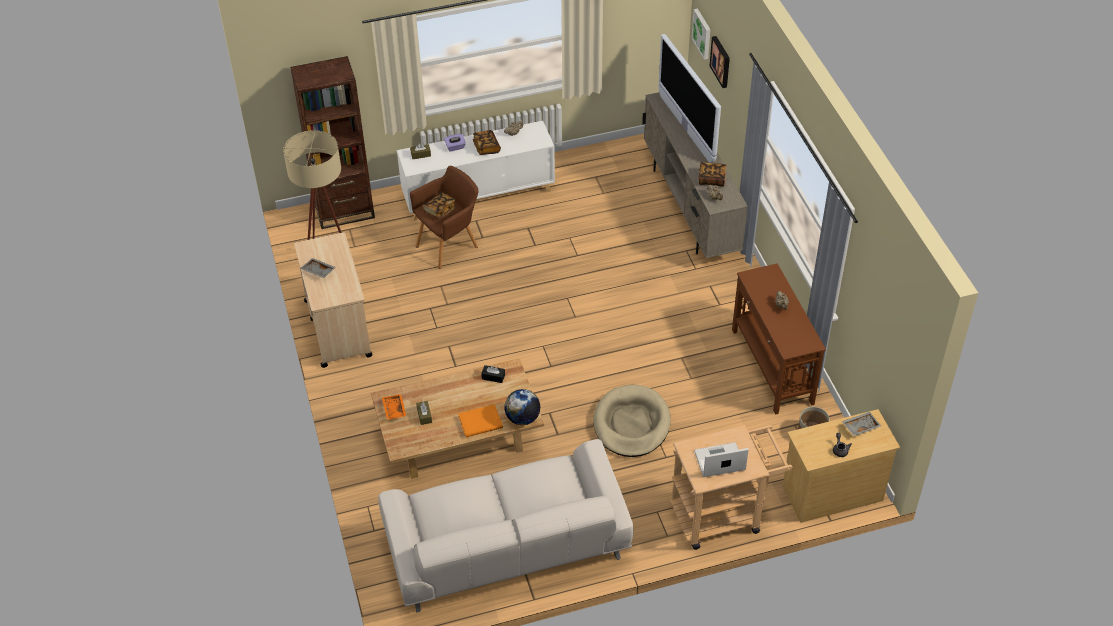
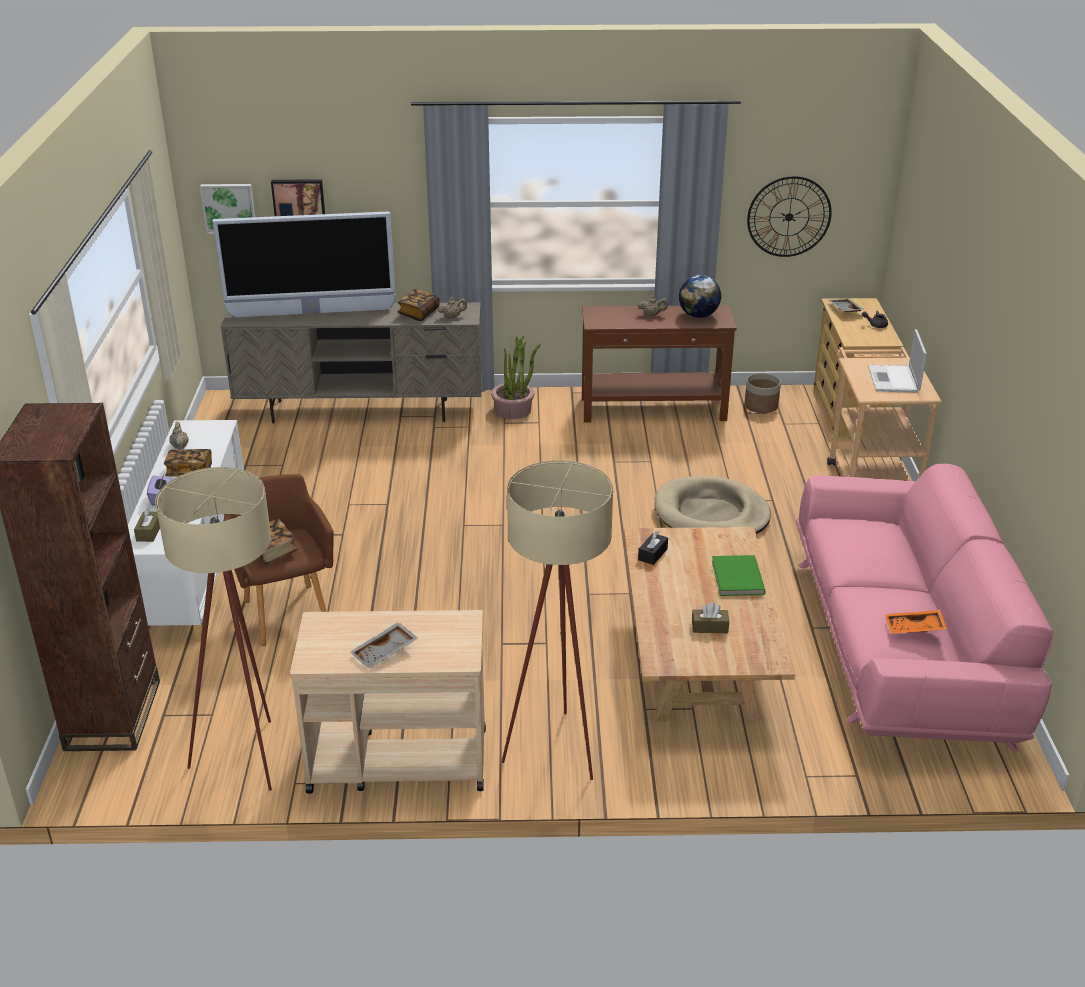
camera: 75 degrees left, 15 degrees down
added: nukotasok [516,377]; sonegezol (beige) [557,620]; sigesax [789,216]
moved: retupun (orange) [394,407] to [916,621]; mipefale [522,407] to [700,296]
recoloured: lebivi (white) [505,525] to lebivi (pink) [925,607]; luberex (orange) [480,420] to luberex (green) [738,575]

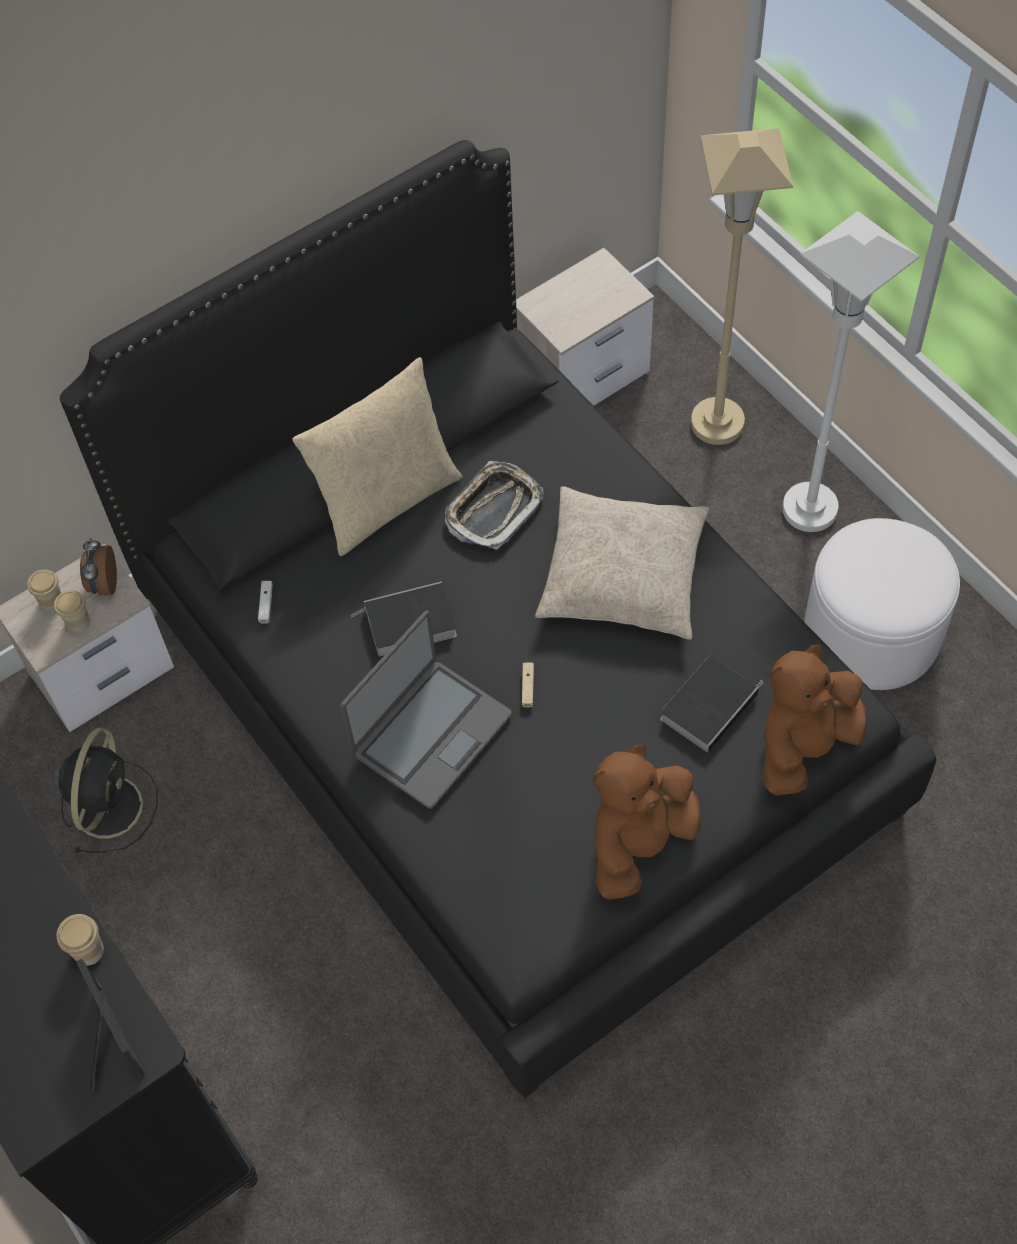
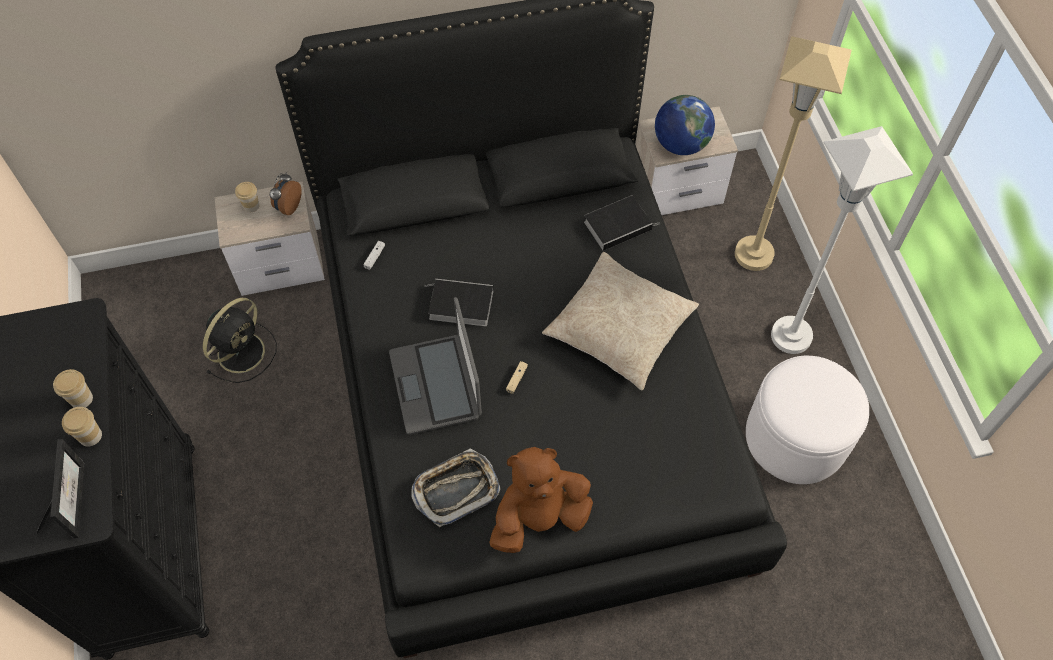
camera: 20 degrees right, 0 degrees up
removed: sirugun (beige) [377,456]; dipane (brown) [815,720]
added: mipefale [685,125]
moved: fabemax [72,611] to [73,388]; retupun [494,505] to [455,488]; luberex [712,704] to [621,223]
turned: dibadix [426,710] = [435,366] 105 degrees clockwise

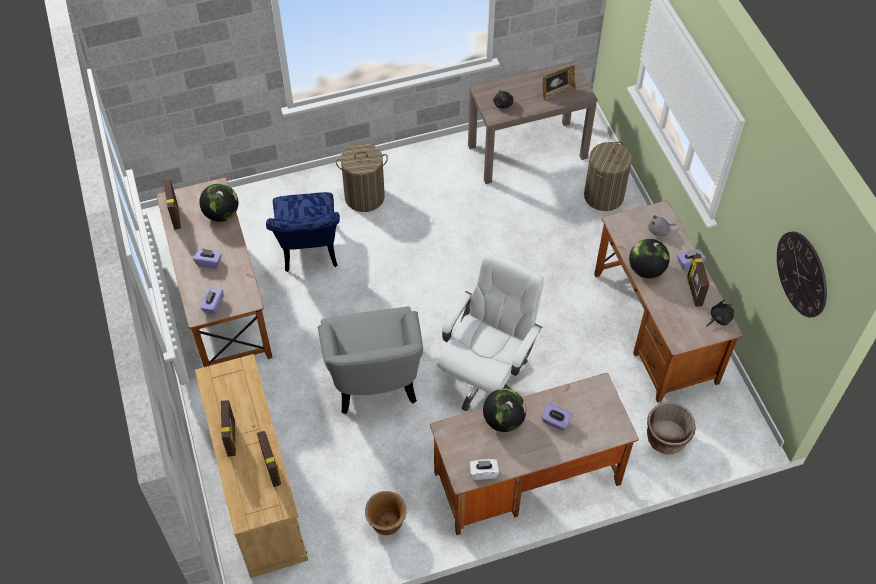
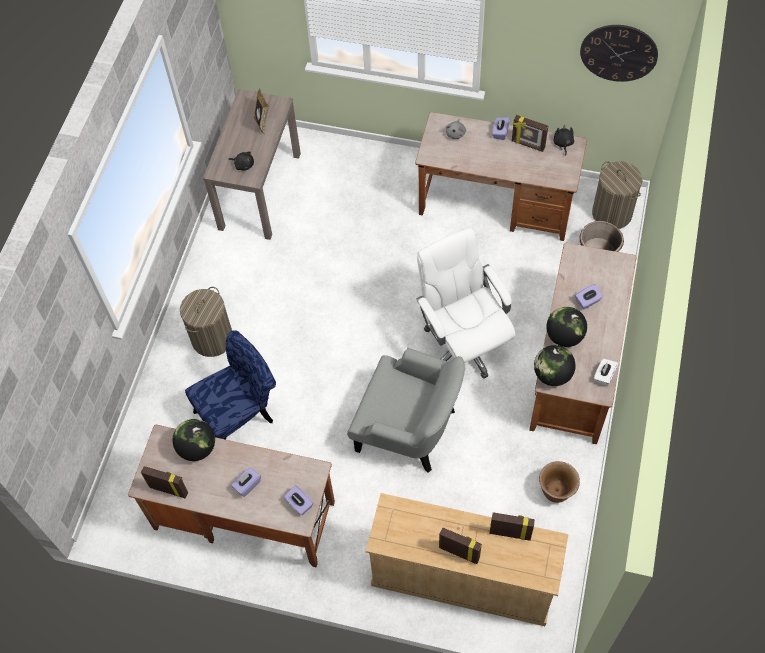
camera: 55 degrees left, 5 degrees up
moved: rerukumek [608,176] to [617,195]; mipefale [649,258] to [555,365]
turned: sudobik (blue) [303,232] = [230,385] 60 degrees counterclockwise

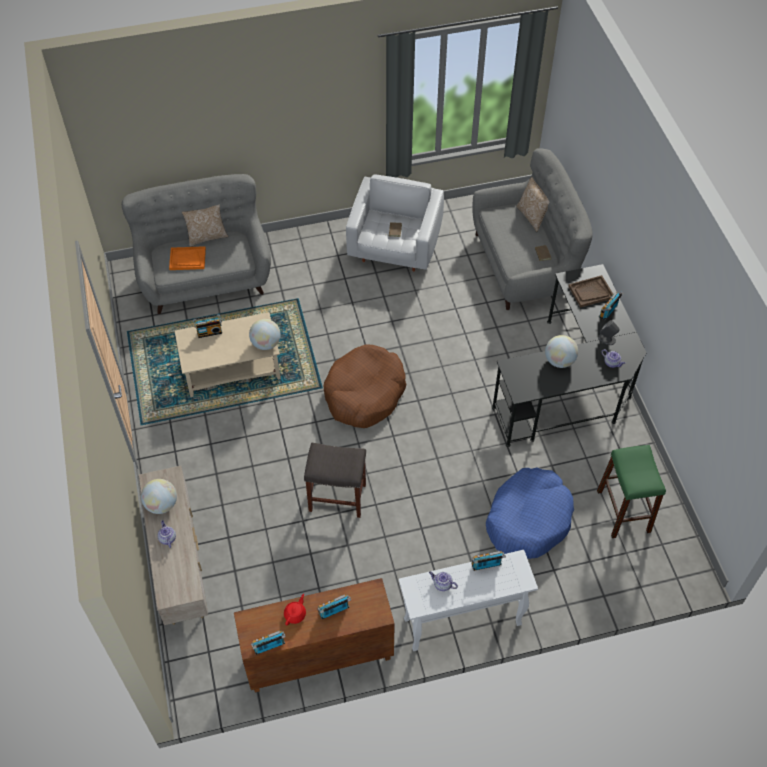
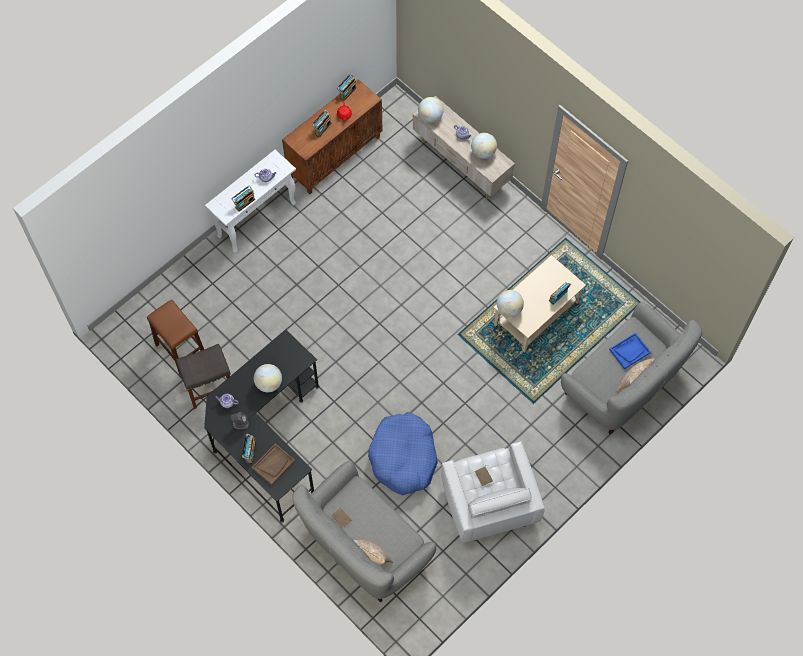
camera: 150 degrees right, 10 degrees up
removed: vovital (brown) [364,386]
added: mipefale [431,110]
moved: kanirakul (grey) [335,480] to [203,376]; vovital (blue) [530,513] to [403,453]
recoloured: retupun (orange) [187,258] to retupun (blue) [630,351]; kanirakul (green) [631,491] to kanirakul (brown) [175,337]

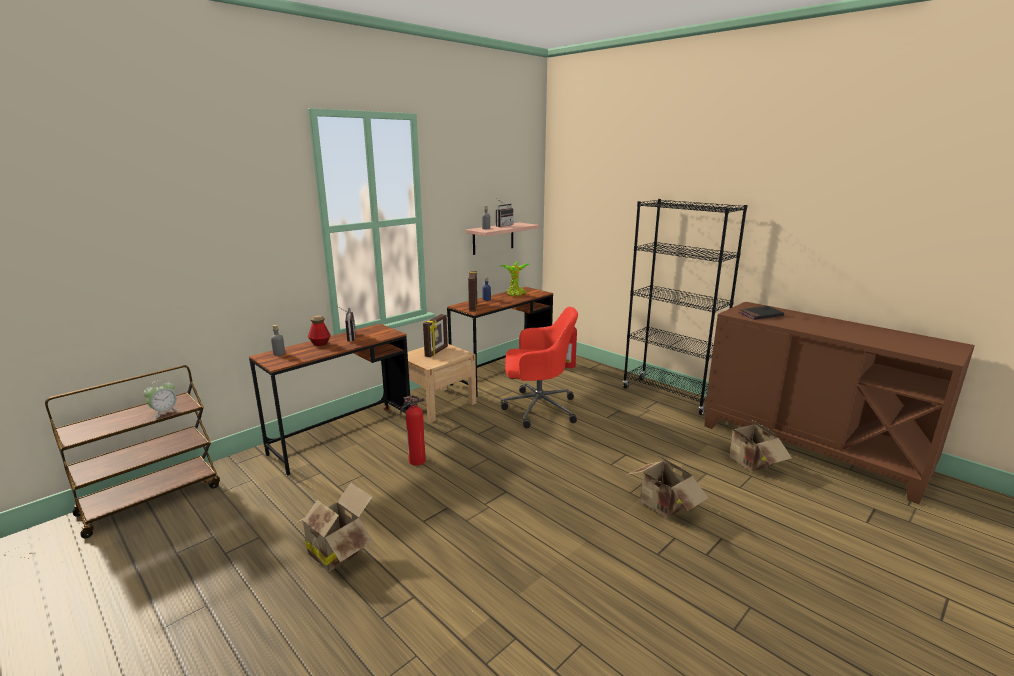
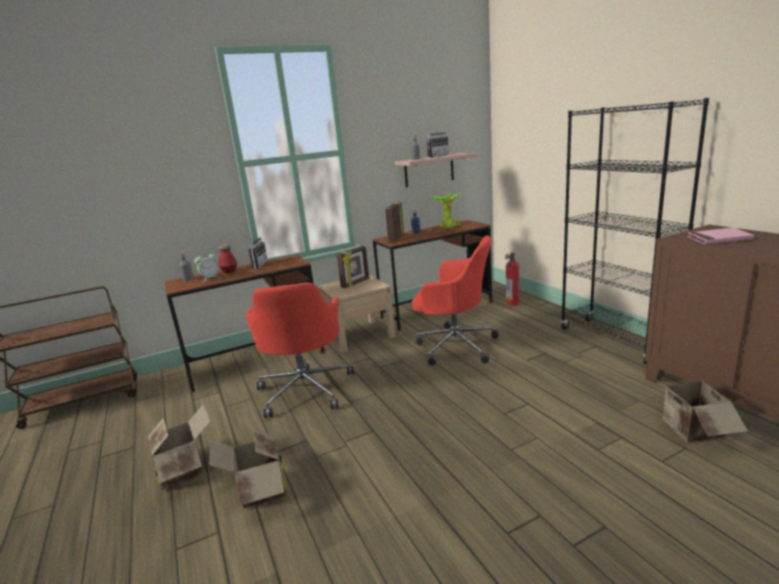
camera: 20 degrees right, 0 degrees up
moved: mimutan [161,399] to [206,267]; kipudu [668,486] to [247,469]
replaced: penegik [413,430] to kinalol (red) [300,350]
recoloured: luberex (black) [761,313] to luberex (pink) [720,235]

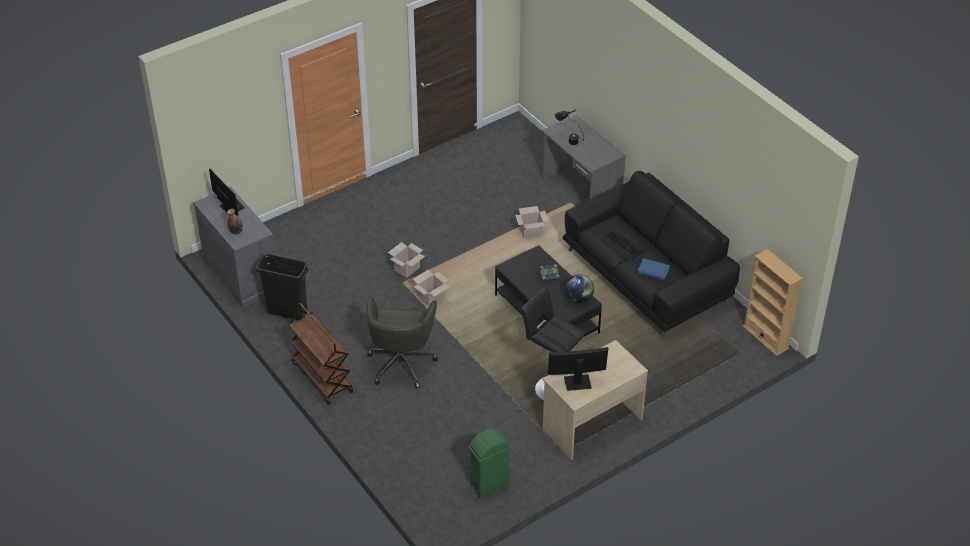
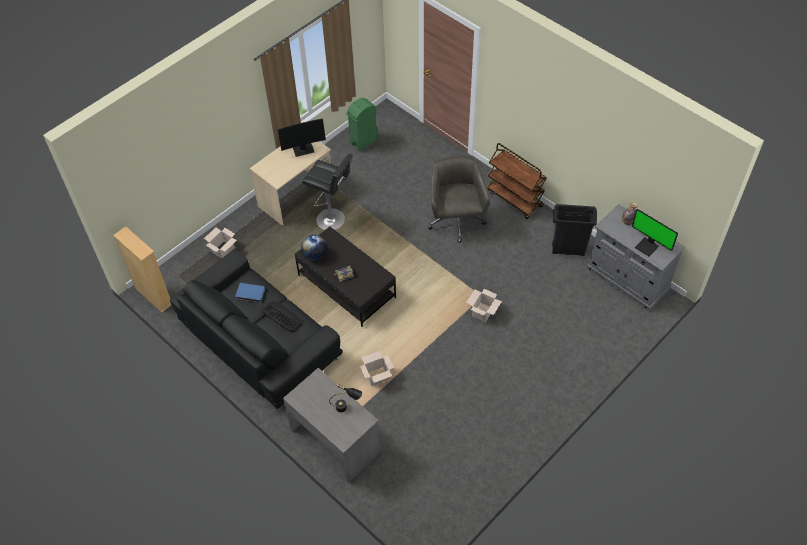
camera: 170 degrees right, 10 degrees up
moved: kipudu [431,288] to [220,243]

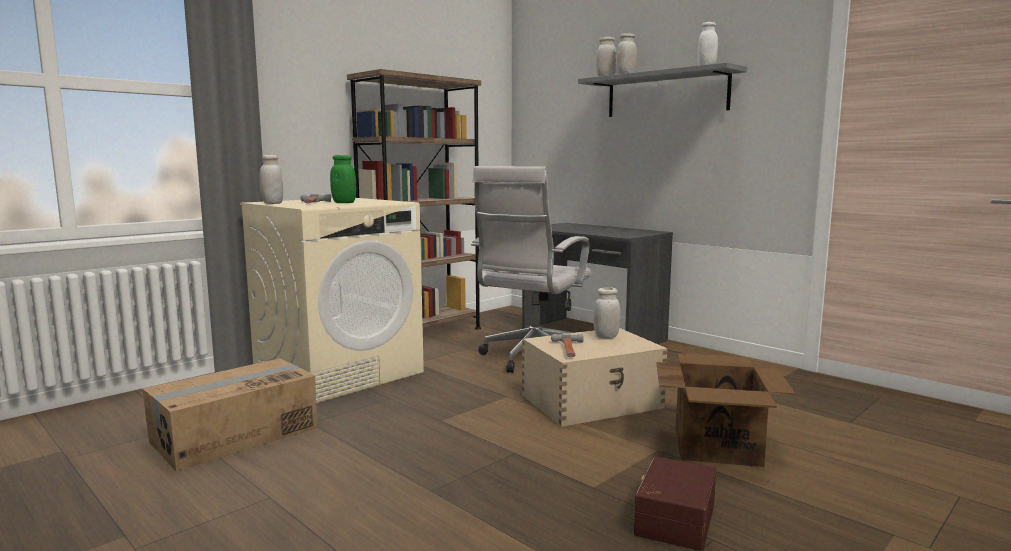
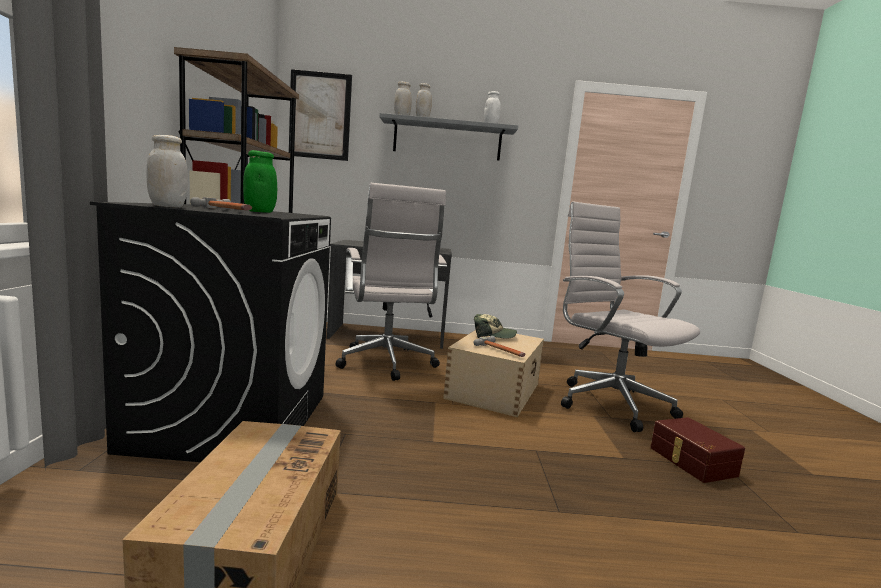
camera: 45 degrees left, 0 degrees up
added: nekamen [320,115]
replaced: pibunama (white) [607,312] to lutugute [495,326]; kipudu [726,410] to kinalol (white) [630,316]
recoloured: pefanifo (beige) [332,300] to pefanifo (black) [210,332]

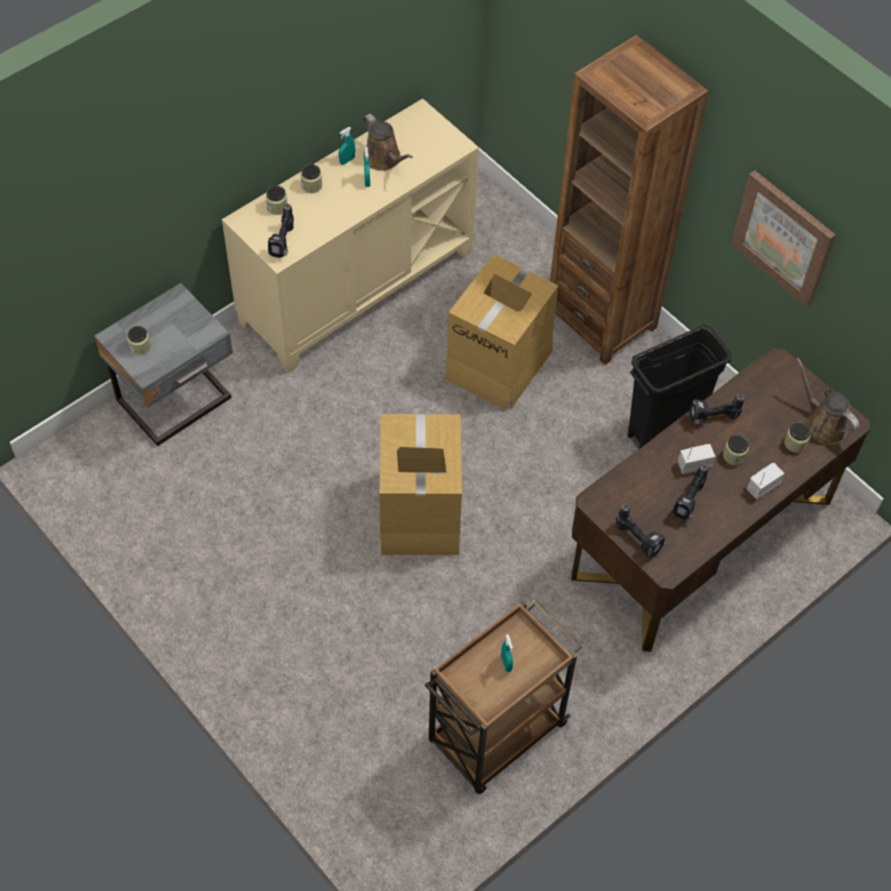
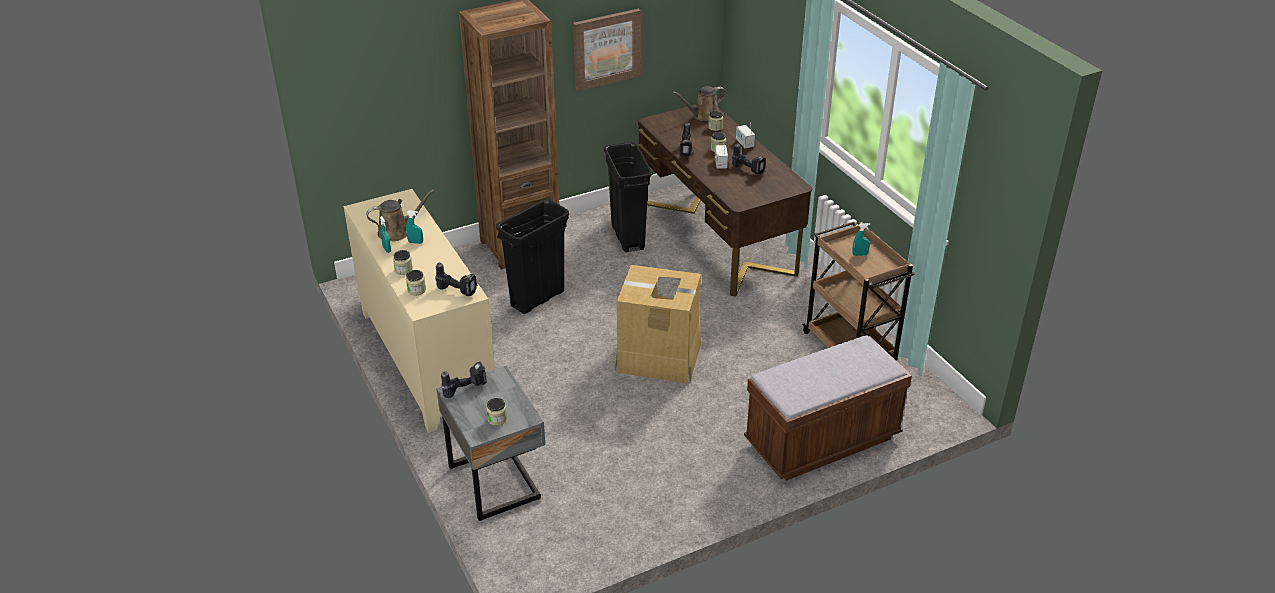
camera: 75 degrees left, 20 degrees down
added: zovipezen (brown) [828,408]
moved: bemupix [640,531] to [464,380]
replaced: kipudu [502,332] to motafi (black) [532,256]

